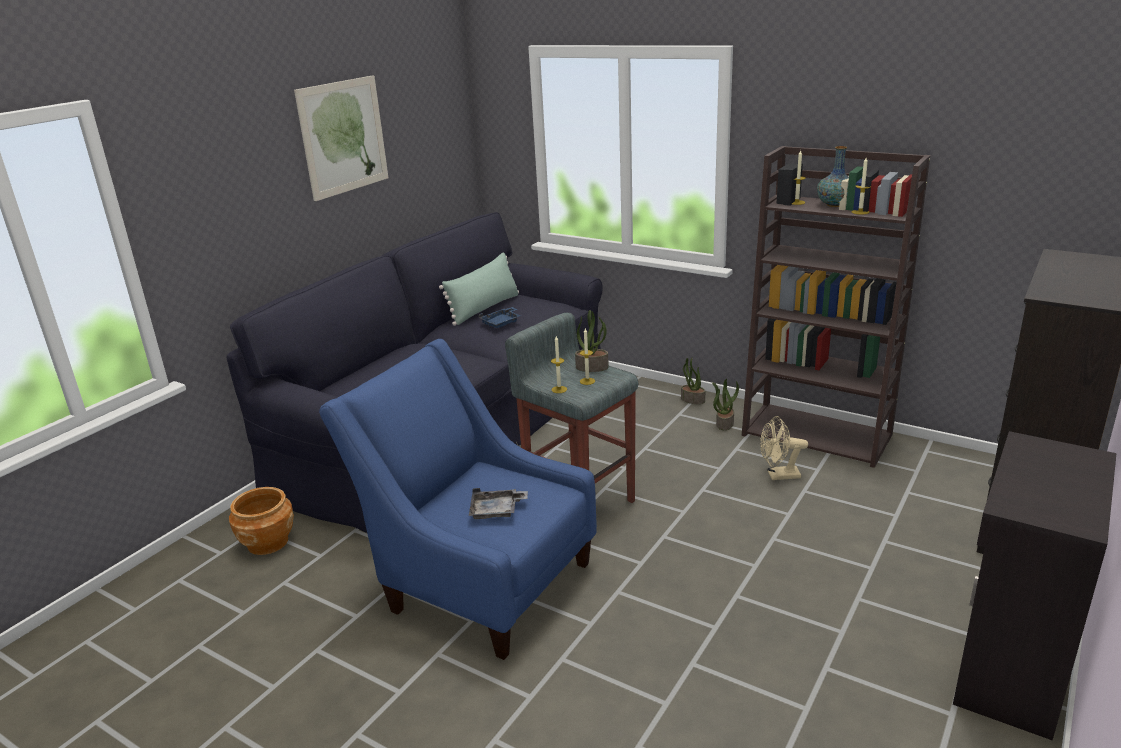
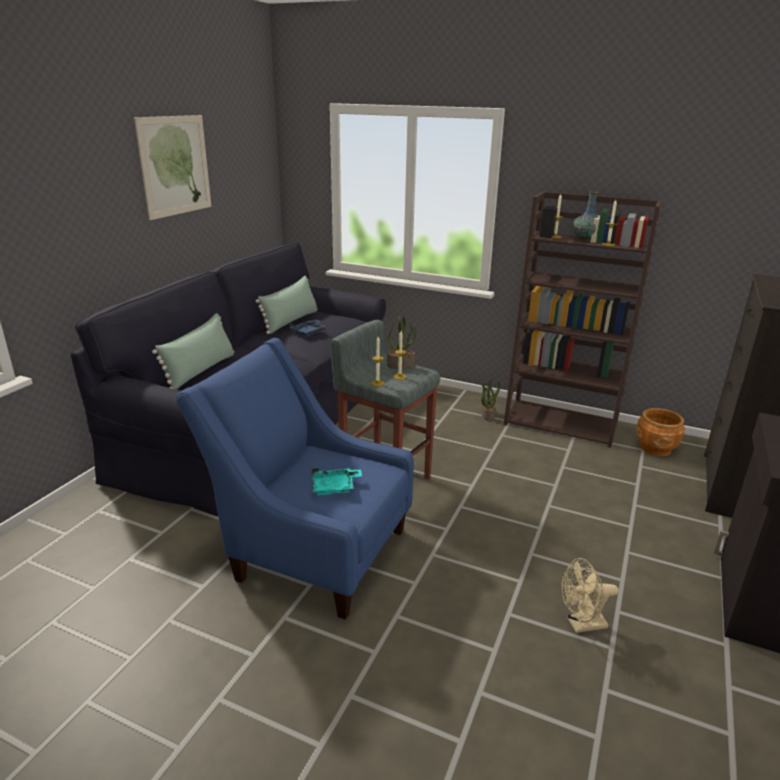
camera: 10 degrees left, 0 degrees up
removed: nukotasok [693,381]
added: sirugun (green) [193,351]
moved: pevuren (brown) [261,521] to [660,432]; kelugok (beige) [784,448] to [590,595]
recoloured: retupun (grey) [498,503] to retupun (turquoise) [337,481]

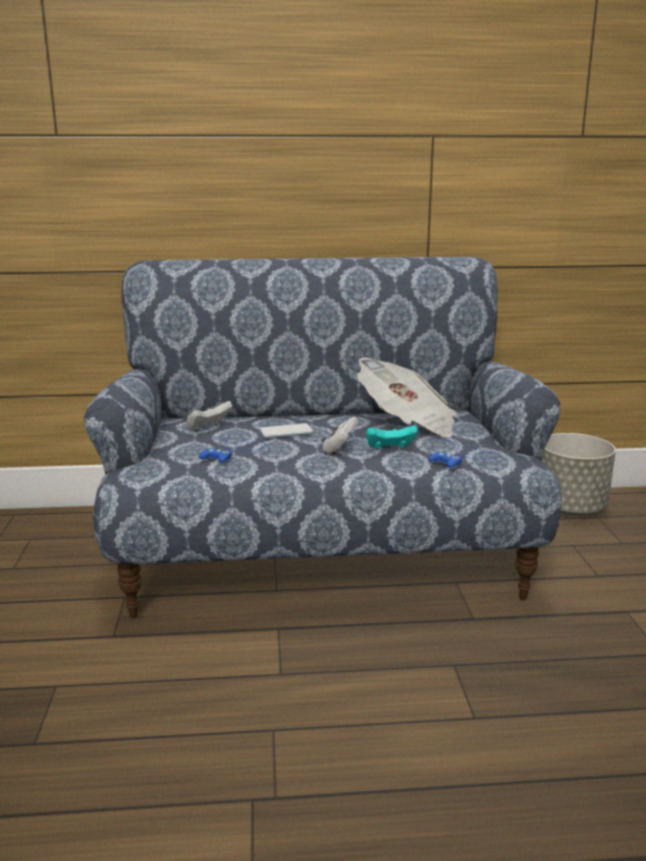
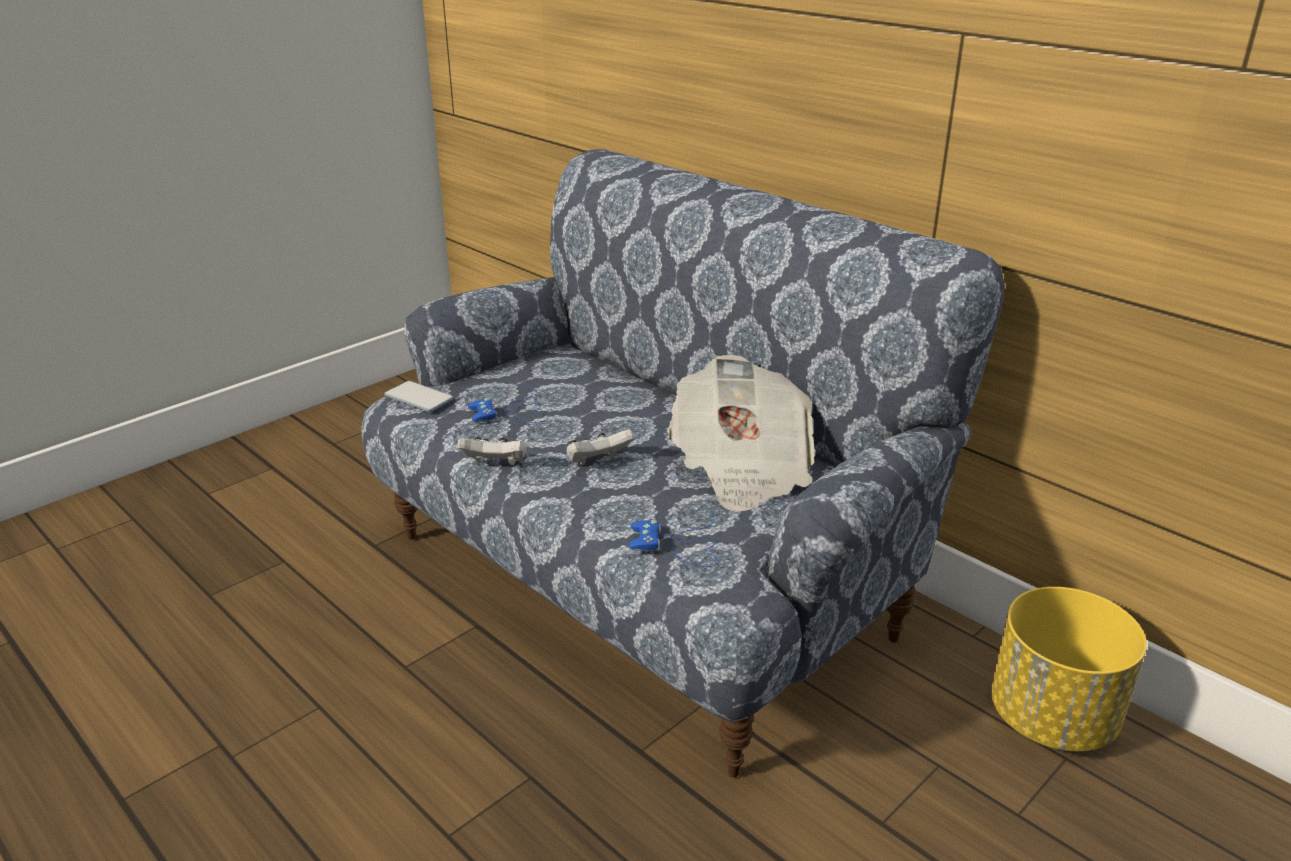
camera: 50 degrees right, 10 degrees up
removed: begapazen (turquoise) [392,437]
moved: begapazen (white) [209,416] to [491,451]; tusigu [286,430] to [418,396]
recoloured: pevuren (grey) [579,474] to pevuren (yellow) [1069,669]

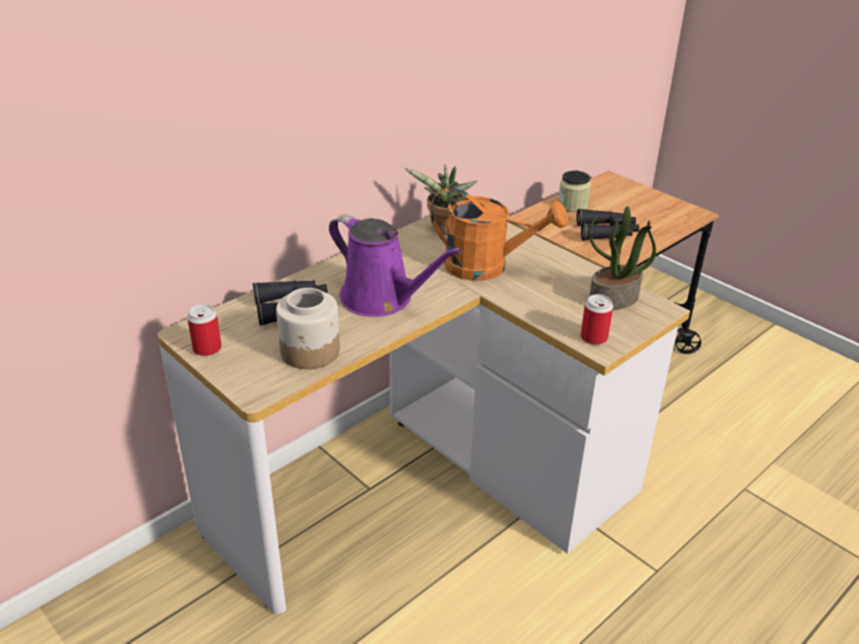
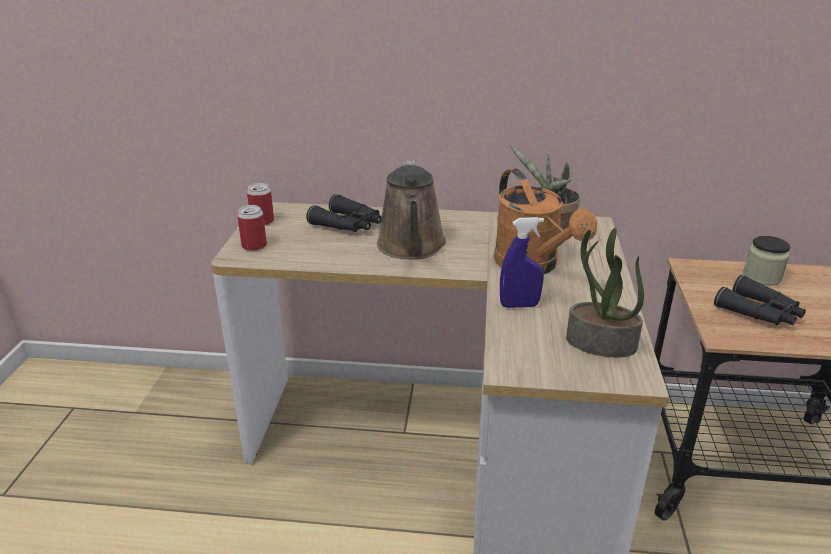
camera: 50 degrees right, 5 degrees down
removed: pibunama [308,328]
added: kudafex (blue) [522,262]
moved: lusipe [597,319] to [252,228]
recoloured: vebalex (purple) [395,265] to vebalex (brown) [411,209]

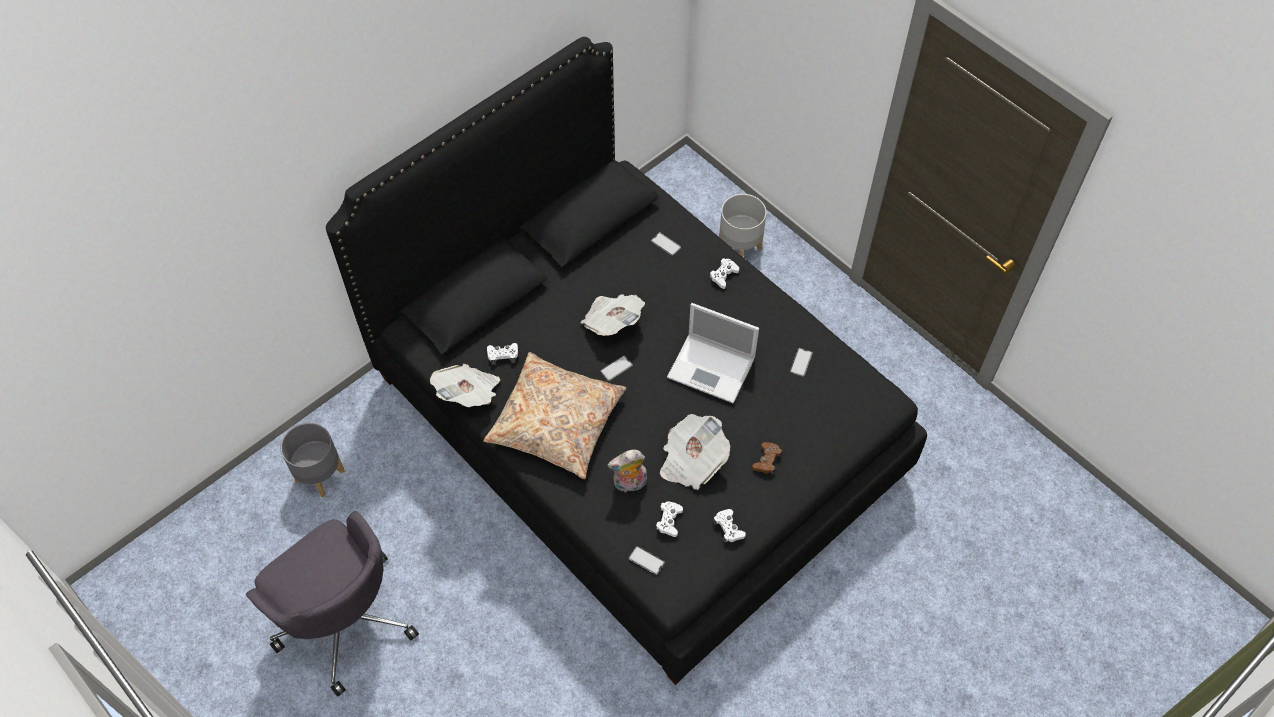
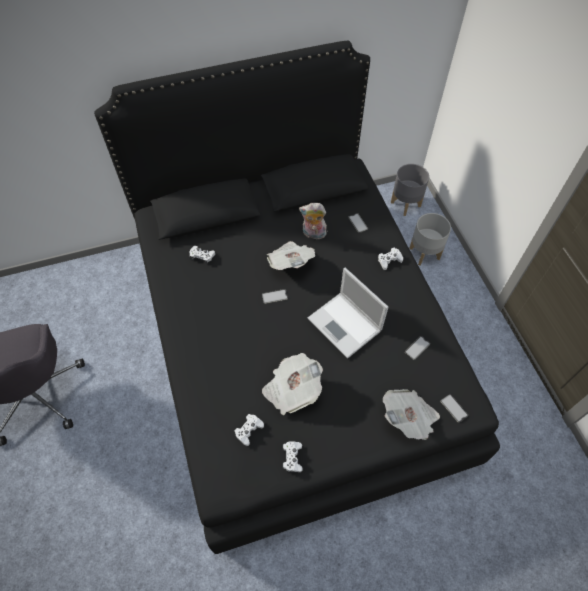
camera: 25 degrees right, 0 degrees up
removed: sirugun (beige) [554,415]; begapazen (brown) [767,458]
moved: pevuren (grey) [313,460] to [410,190]; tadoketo [465,385] to [411,414]; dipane [627,470] to [313,221]; tusigu [647,560] to [454,408]

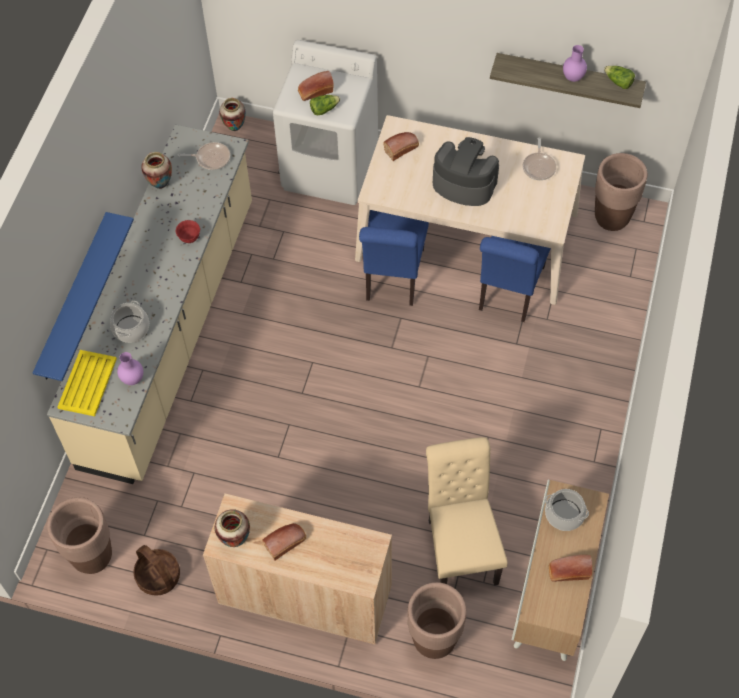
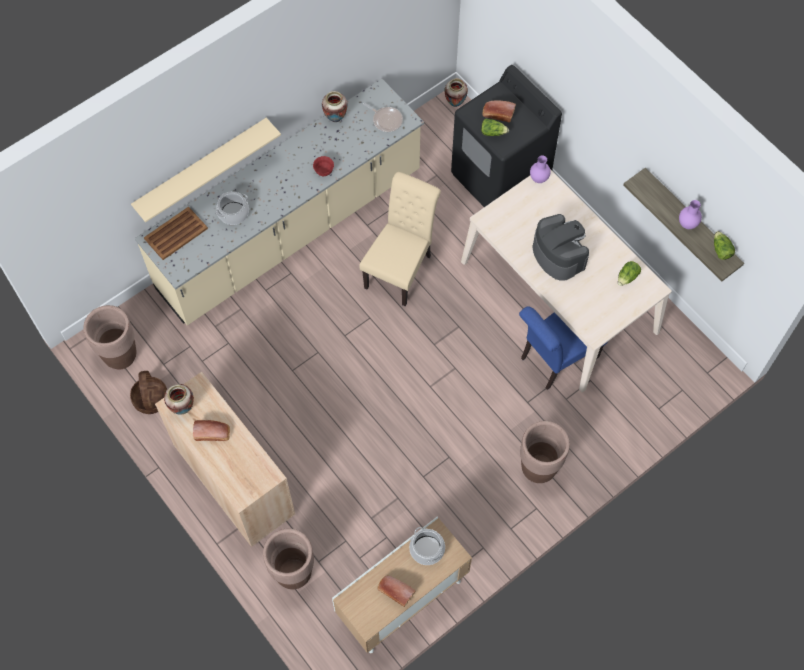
camera: 35 degrees right, 5 degrees up
removed: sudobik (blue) [394,258]; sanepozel [401,146]
moved: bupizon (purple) [130,368] to [540,169]; sudobik (beige) [467,511] to [400,239]; pevuren (brown) [621,192] to [545,452]
replaced: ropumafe [539,159] to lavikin [629,273]
recoloured: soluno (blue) [83,296] to soluno (beige) [206,170]; retupun (yellow) [87,383] to retupun (brown) [176,233]; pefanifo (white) [325,122] to pefanifo (black) [506,136]

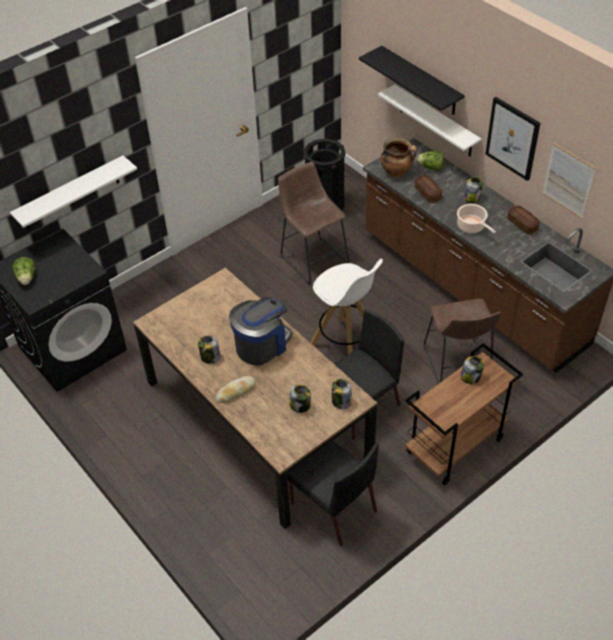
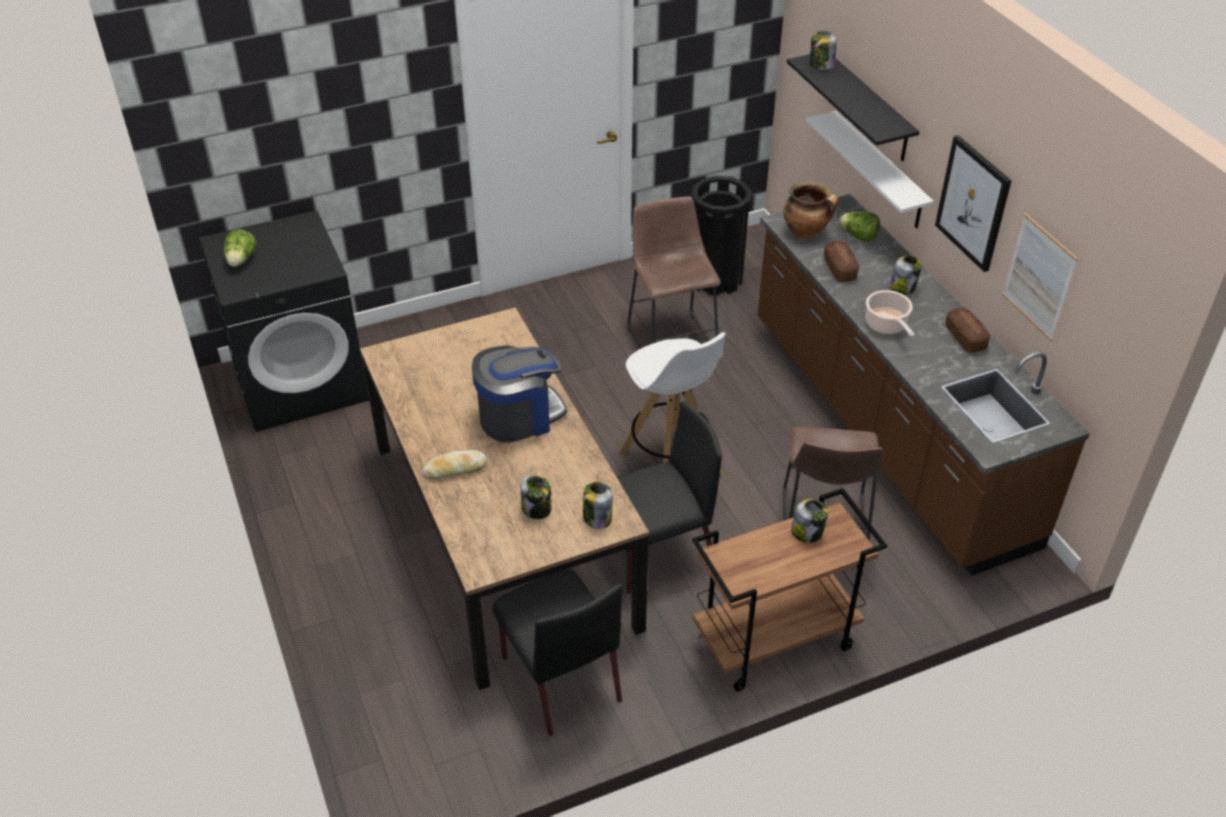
camera: 15 degrees right, 5 degrees down
removed: soluno (white) [73,192]
moved: pibunama [209,350] to [823,50]

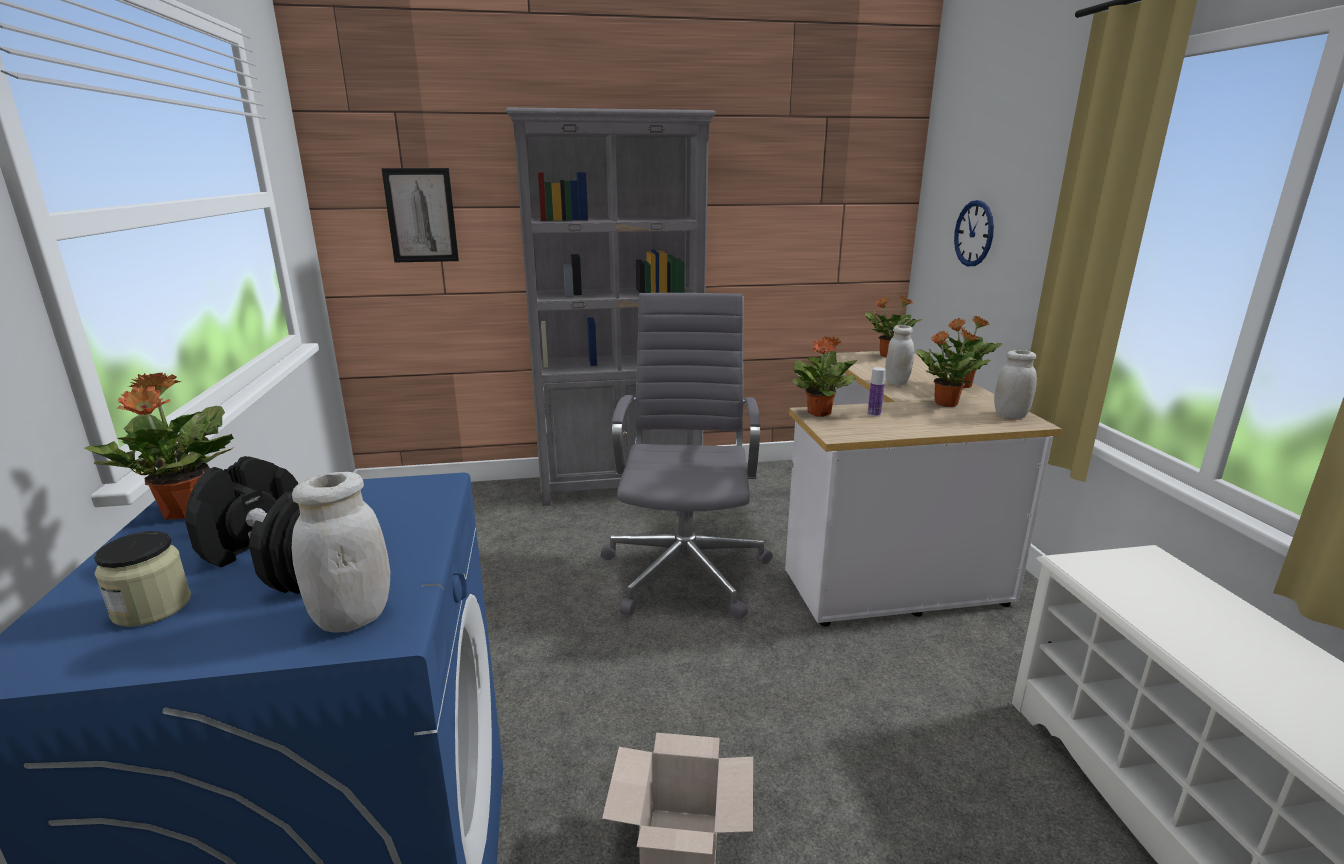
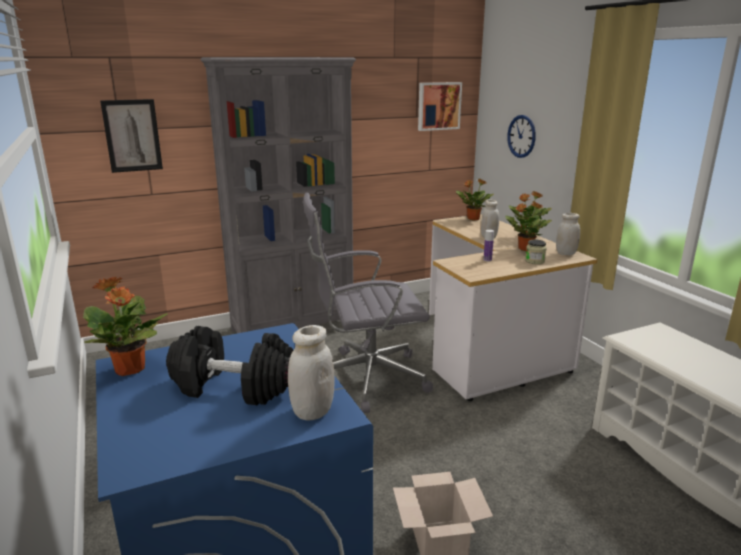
camera: 15 degrees left, 0 degrees up
removed: nukotasok [825,376]
added: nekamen [440,106]
moved: pibunama [142,579] to [536,252]
turned: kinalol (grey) [687,456] = [368,302] 90 degrees counterclockwise

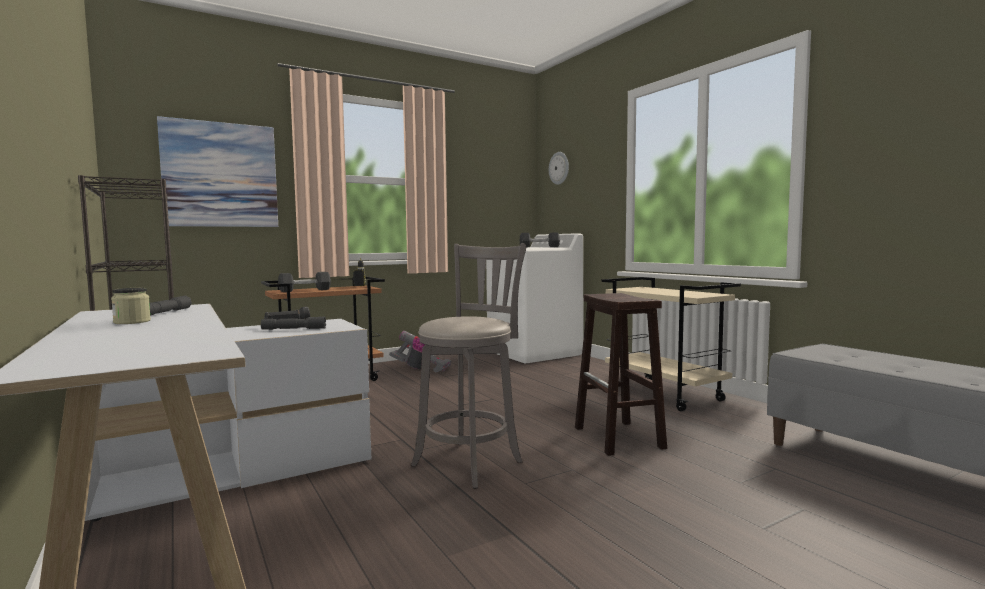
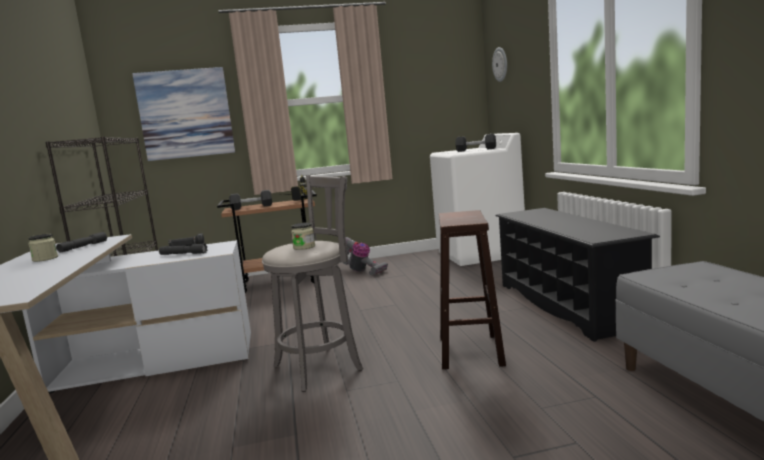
camera: 20 degrees right, 5 degrees up
added: pibunama [303,236]
replaced: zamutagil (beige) [671,344] to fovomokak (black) [578,275]

